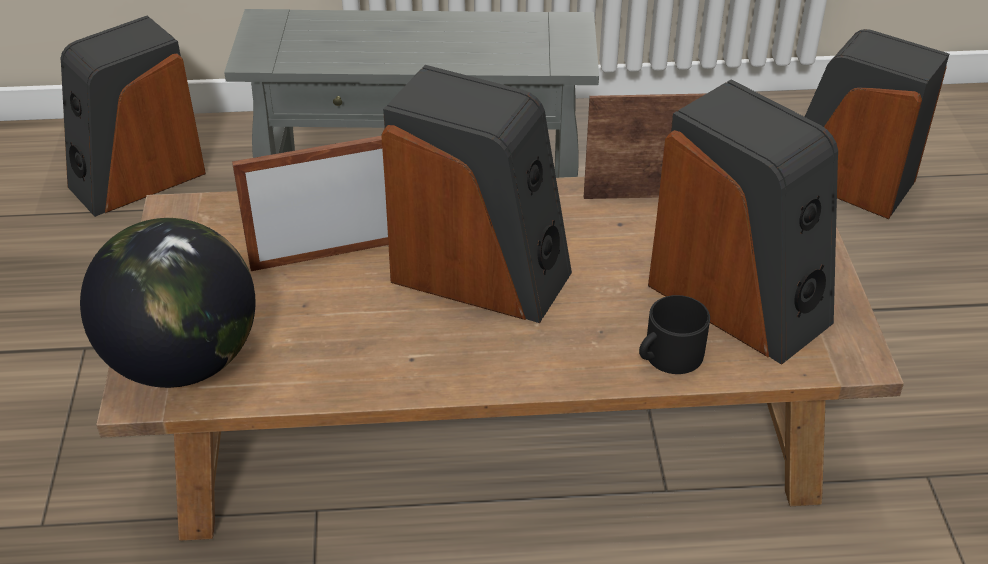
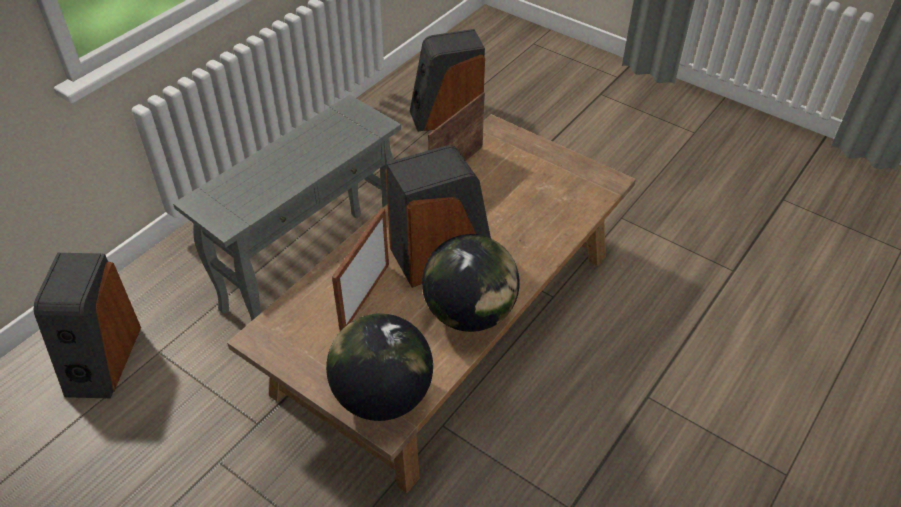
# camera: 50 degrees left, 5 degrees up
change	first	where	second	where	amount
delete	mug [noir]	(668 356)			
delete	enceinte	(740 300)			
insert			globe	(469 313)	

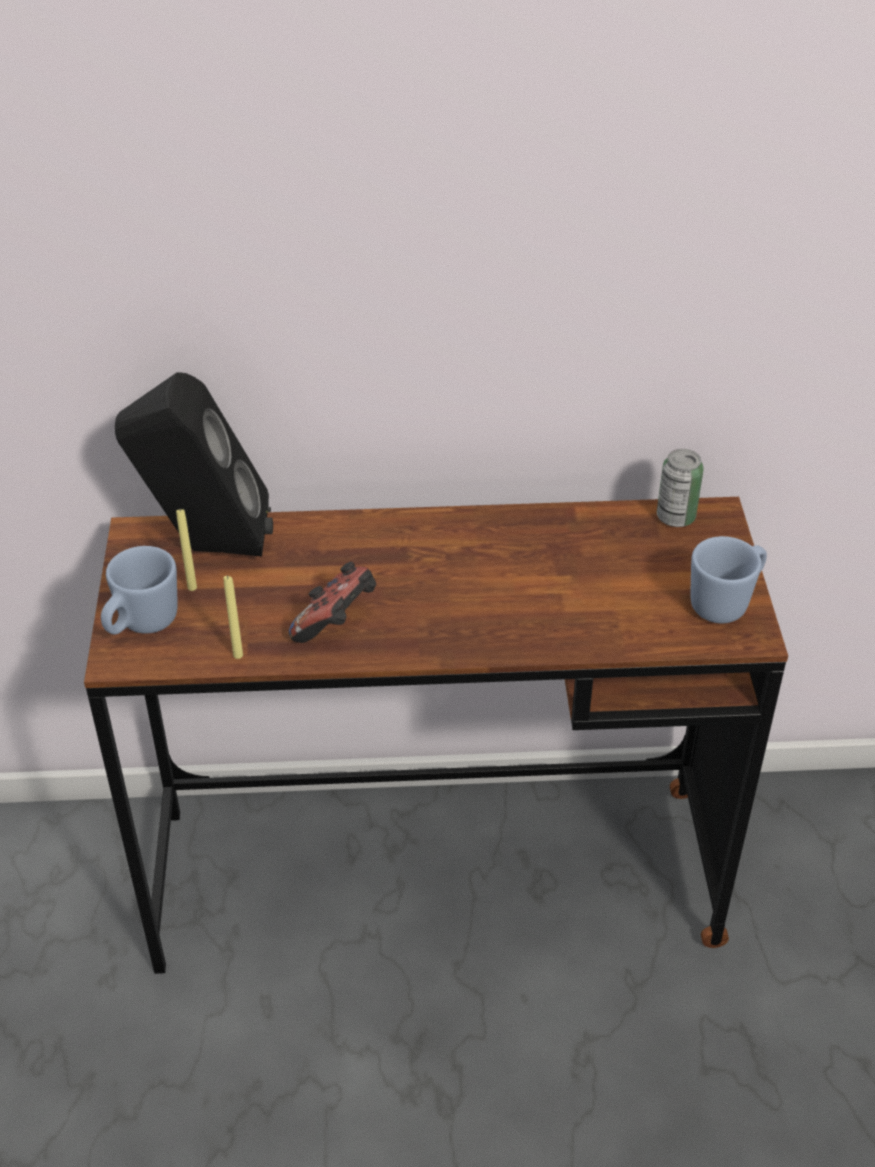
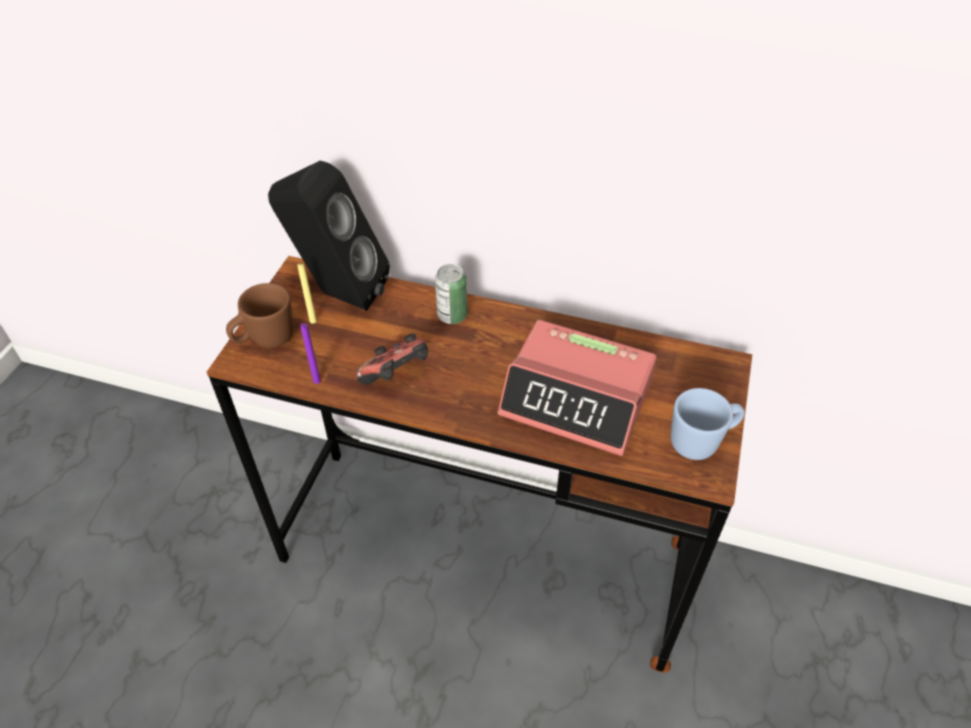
# camera: 20 degrees right, 5 degrees up
change	first	where	second	where	amount
recolor	mug [bleu]	(141 625)	mug [marron]	(265 340)	
recolor	bougie [jaune]	(238 655)	bougie [violet]	(316 381)	
move	boîte métallique	(675 517)		(452 315)	
insert			réveil	(577 399)	

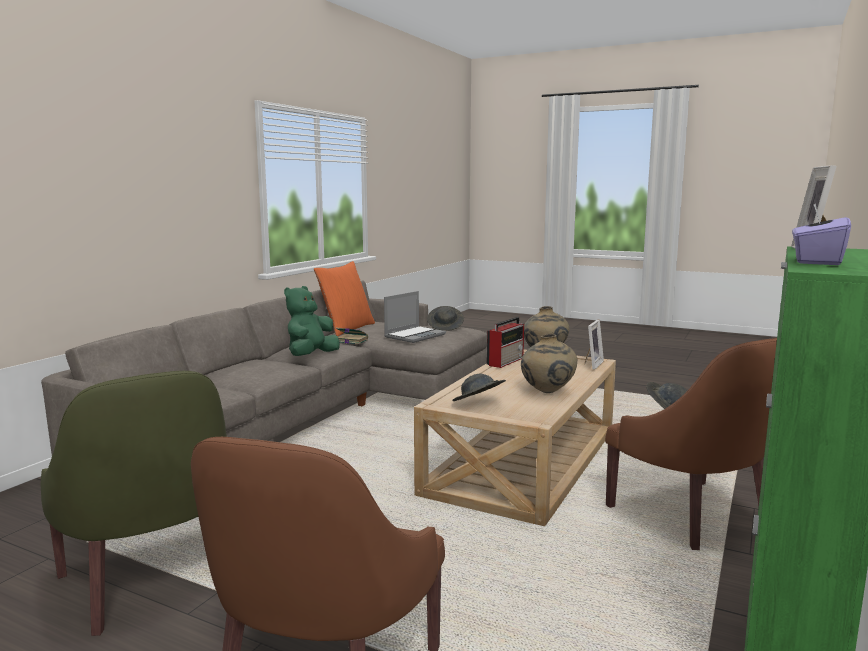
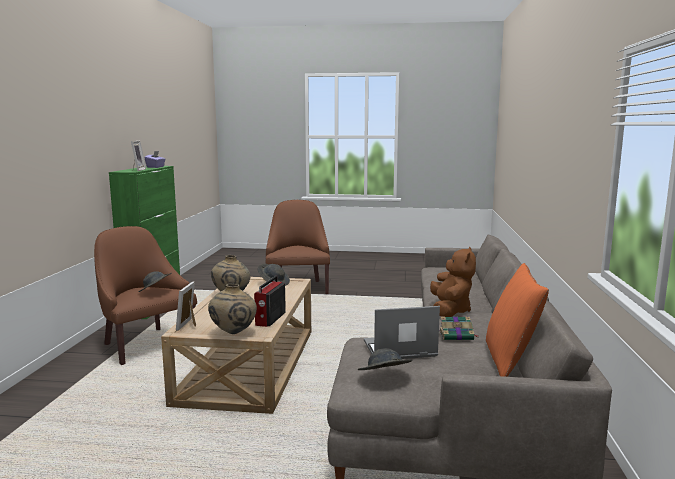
# camera: 160 degrees right, 0 degrees up
change	first	where	second	where	amount
delete	fauteuil [vert]	(152 582)			
recolor	peluche [vert]	(311 356)	peluche [marron]	(450 311)	
rotate	ordinateur portable	(415 335)		(399 350)	60 degrees clockwise

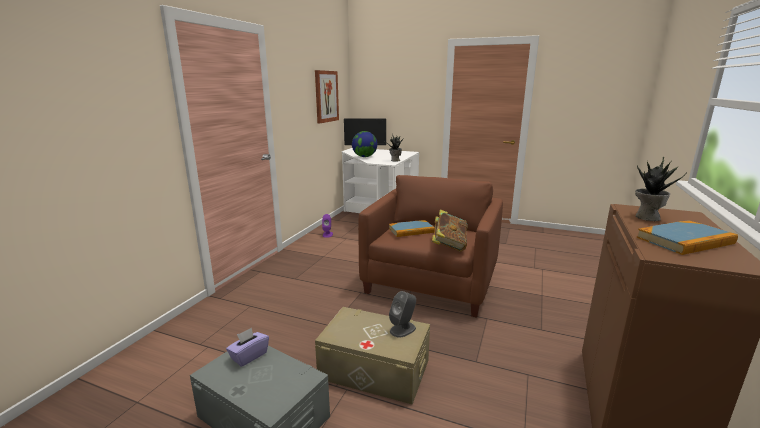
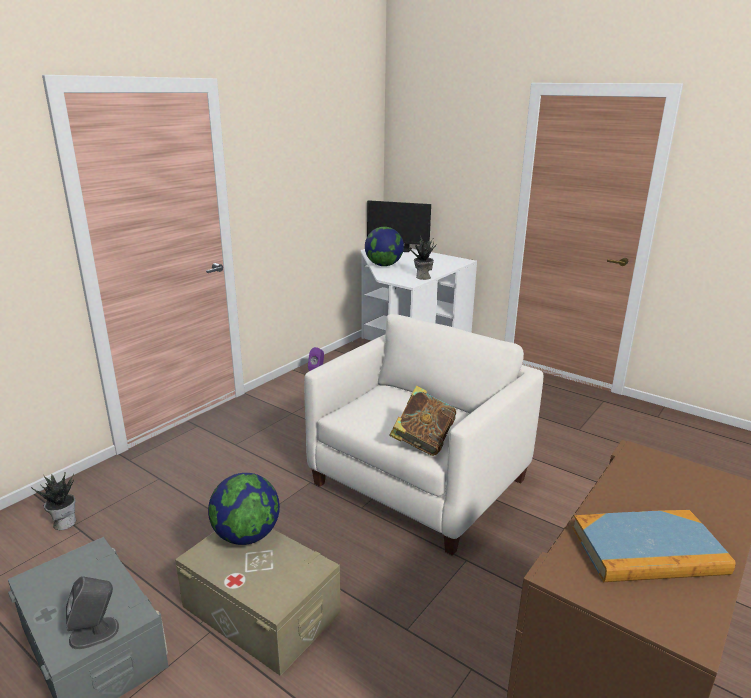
# camera: 15 degrees right, 5 degrees up
change	first	where	second	where	amount
delete	boîte à mouchoirs [violet]	(249 356)			
delete	tableau	(326 96)			
recolor	fauteuil [marron]	(430 282)	fauteuil [blanc]	(418 482)	
delete	livre	(411 230)			
move	enceinte [gris]	(403 329)		(95 633)	
move	plante en pot	(646 217)		(64 522)	
insert			globe	(246 535)	

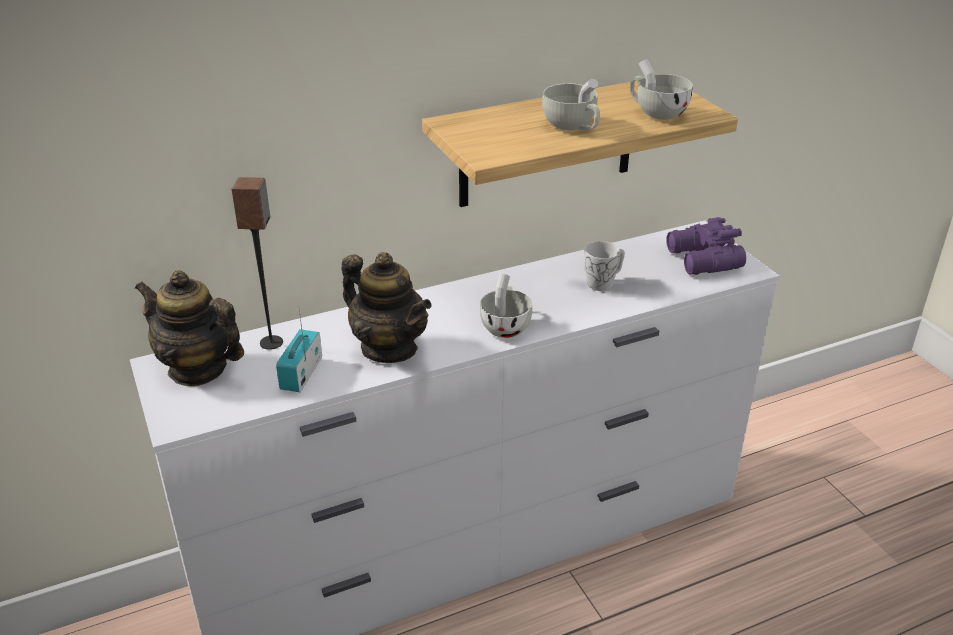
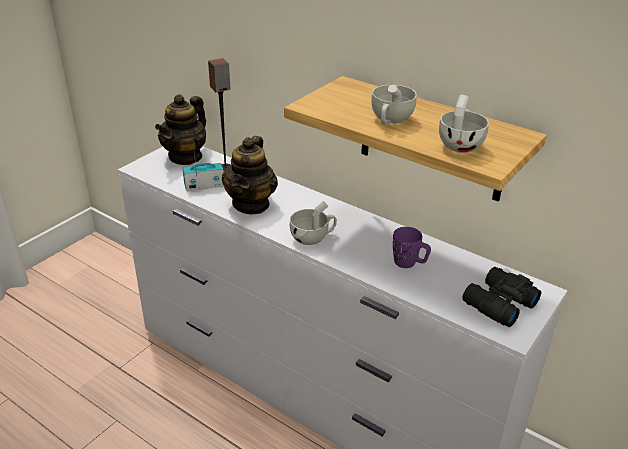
# camera: 60 degrees right, 0 degrees up
change	first	where	second	where	amount
rotate	théière	(198 369)		(185 157)	150 degrees counterclockwise
recolor	mug [blanc]	(604 282)	mug [violet]	(409 263)	
recolor	jumelles [violet]	(702 260)	jumelles [noir]	(497 304)	

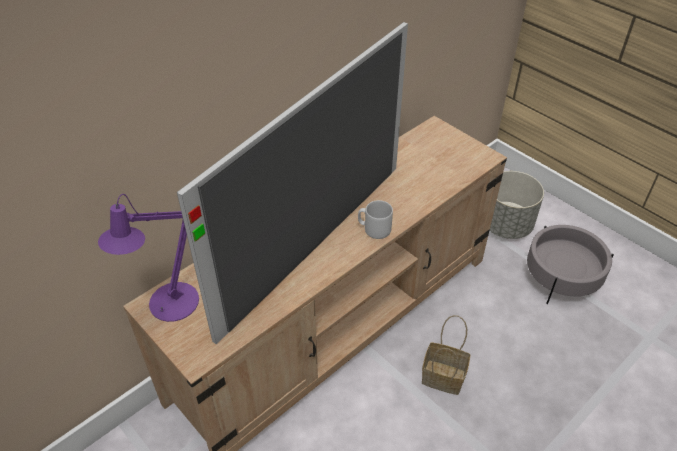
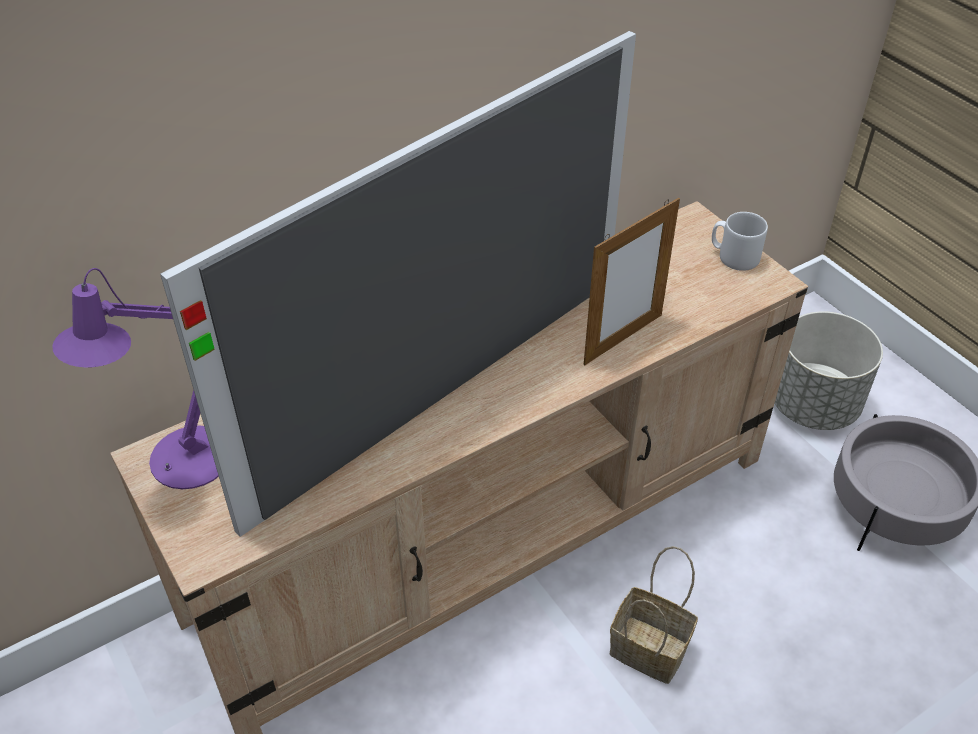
# camera: 10 degrees right, 0 degrees up
change	first	where	second	where	amount
move	mug [gris]	(374 229)		(733 257)	
insert			cadre photo	(623 339)	

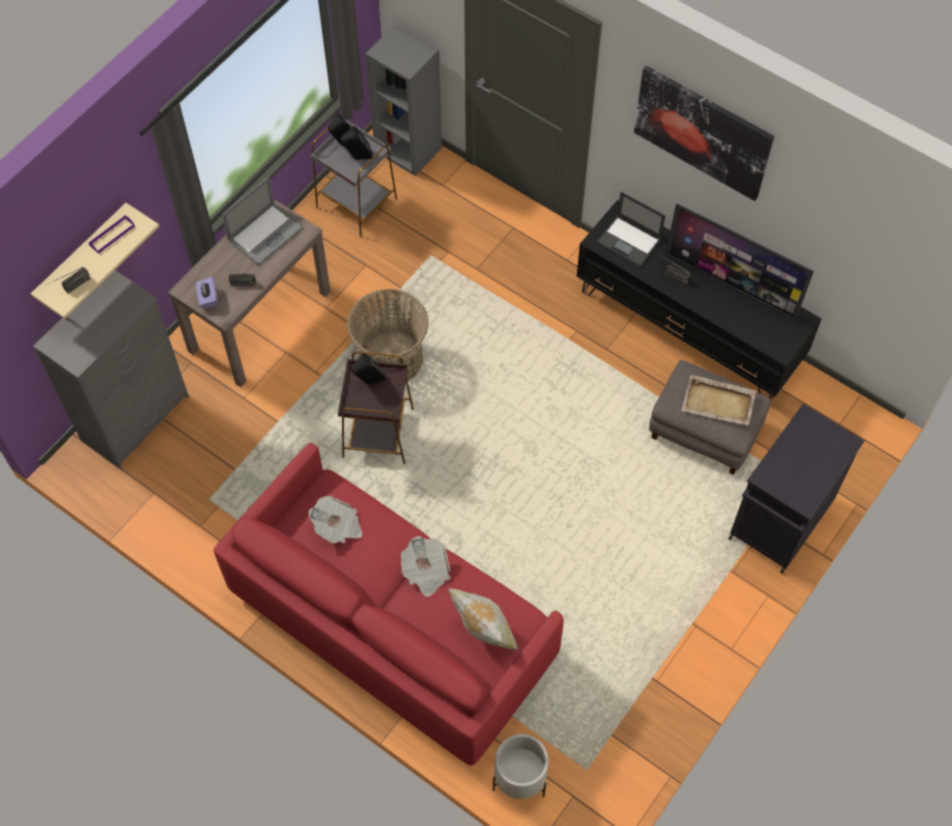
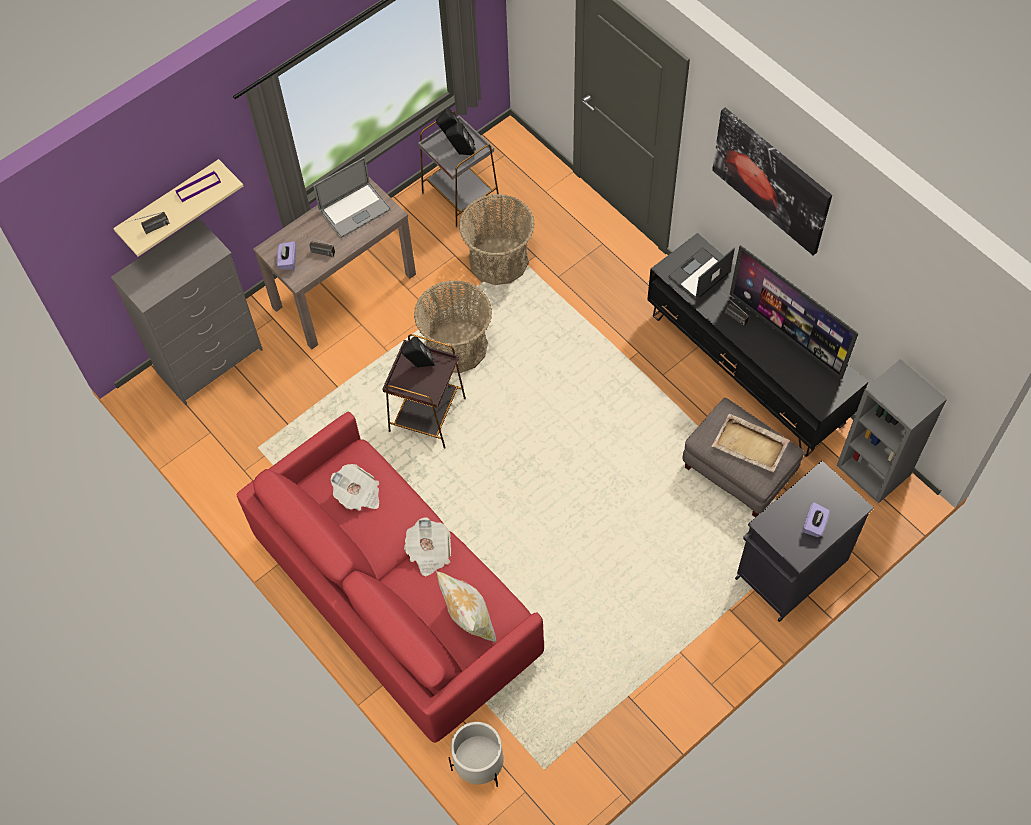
# camera: 15 degrees right, 0 degrees up
change	first	where	second	where	amount
move	bibliothèque [gris]	(409 149)		(874 470)	
rotate	ordinateur portable	(629 241)		(699 275)	90 degrees clockwise
insert			panier	(498 260)	
insert			boîte à mouchoirs [violet]	(814 525)	

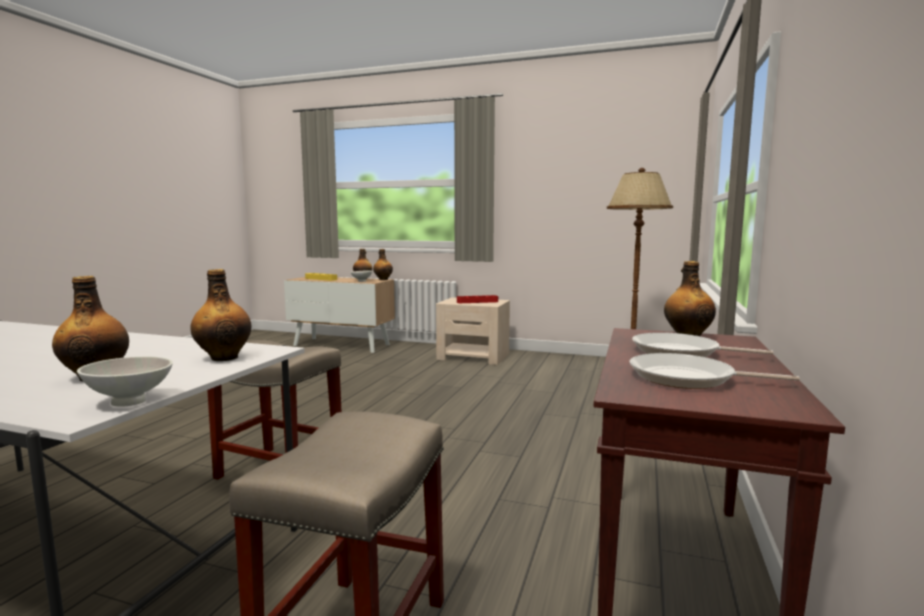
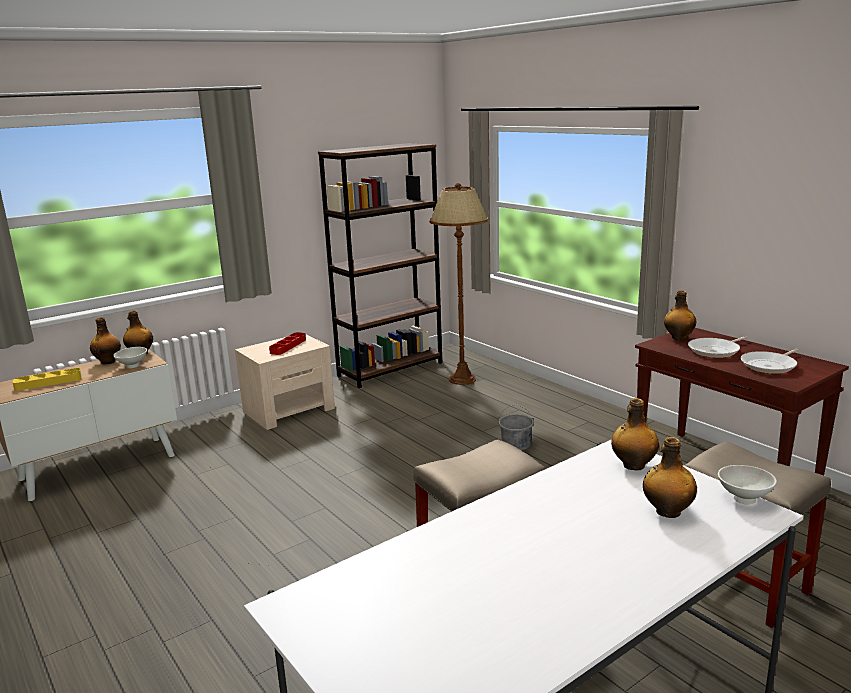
# camera: 55 degrees left, 10 degrees up
change	first	where	second	where	amount
insert			bibliothèque [marron]	(390 369)	
insert			seau [gris]	(516 444)	

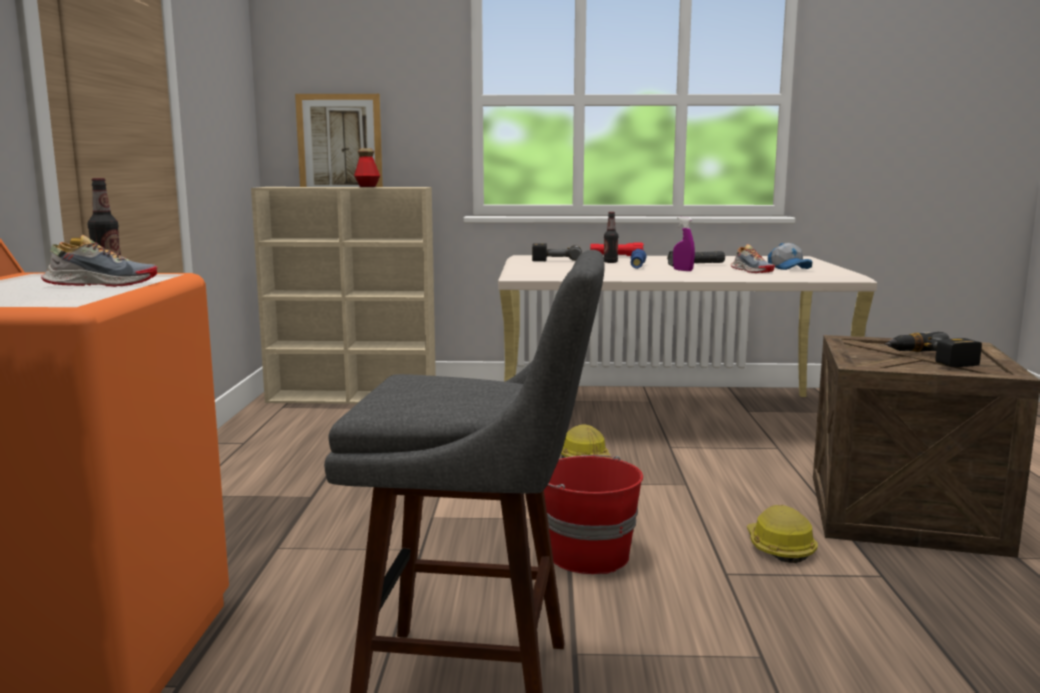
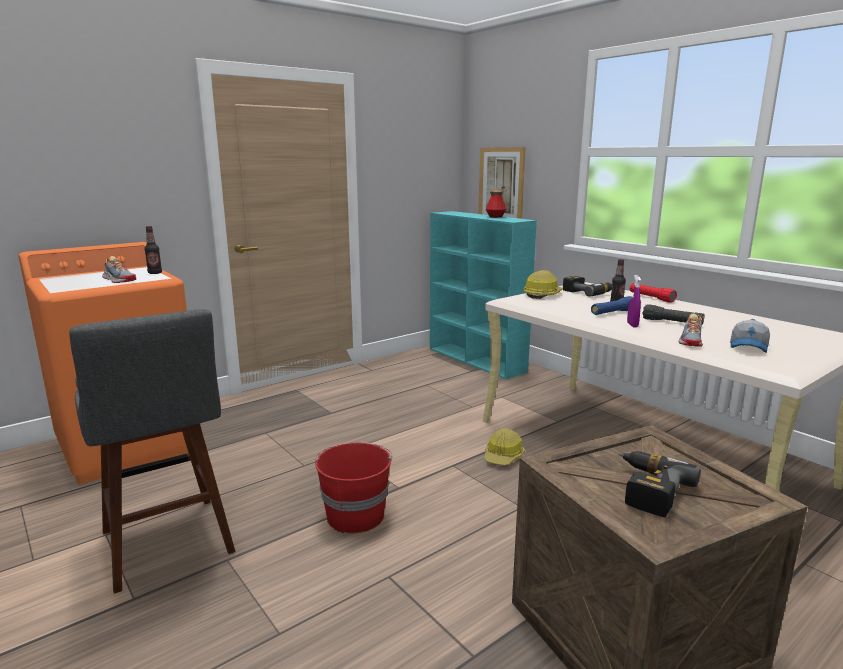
# camera: 50 degrees right, 5 degrees up
change	first	where	second	where	amount
recolor	bibliothèque [beige]	(354 397)	bibliothèque [turquoise]	(477 360)	
move	casque de chantier	(779 547)		(542 295)	

